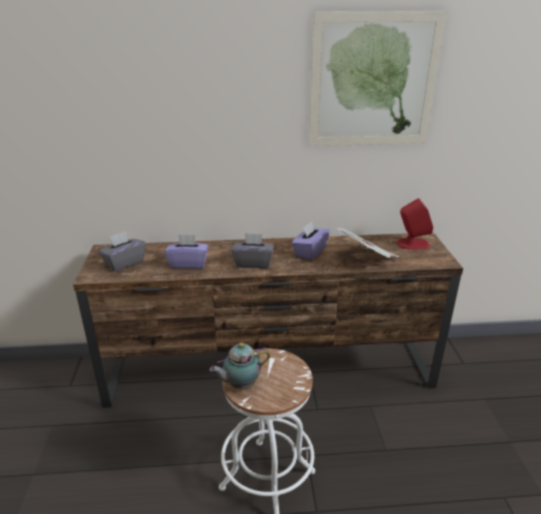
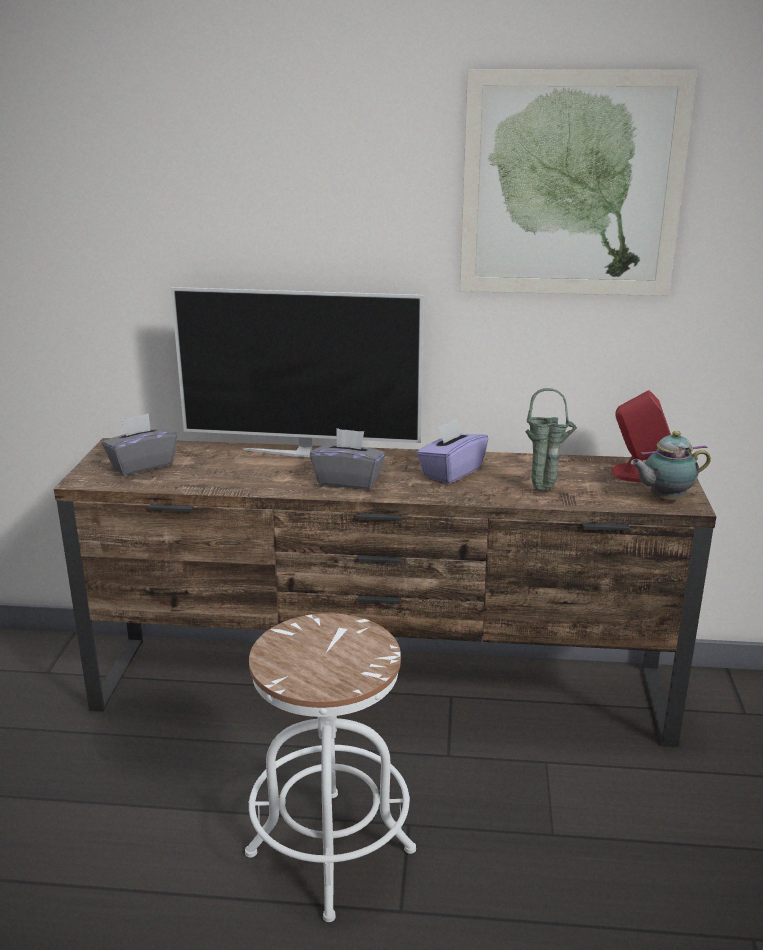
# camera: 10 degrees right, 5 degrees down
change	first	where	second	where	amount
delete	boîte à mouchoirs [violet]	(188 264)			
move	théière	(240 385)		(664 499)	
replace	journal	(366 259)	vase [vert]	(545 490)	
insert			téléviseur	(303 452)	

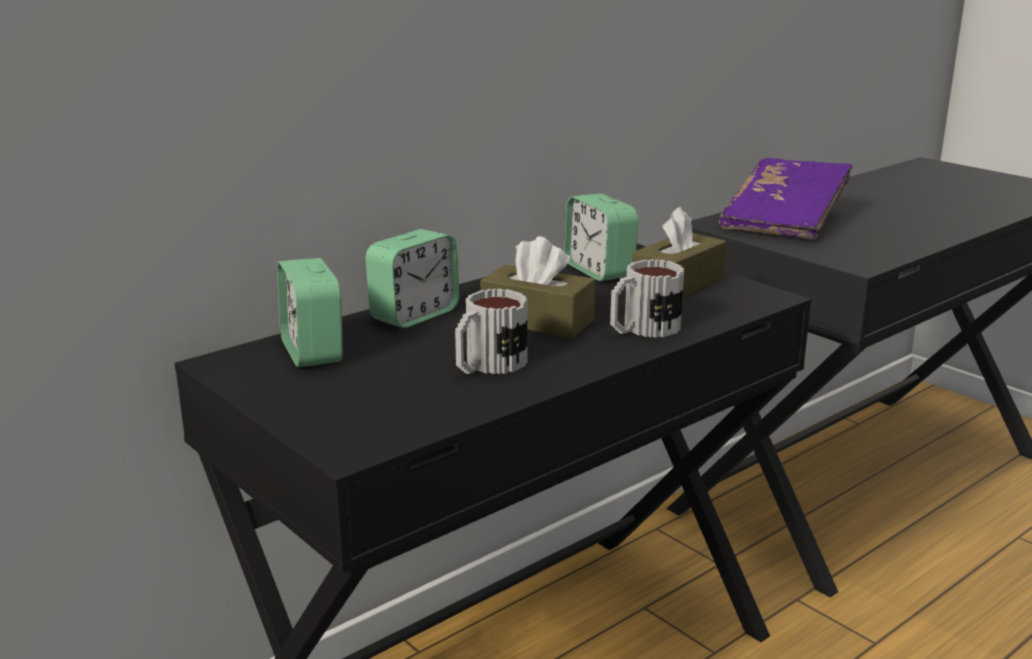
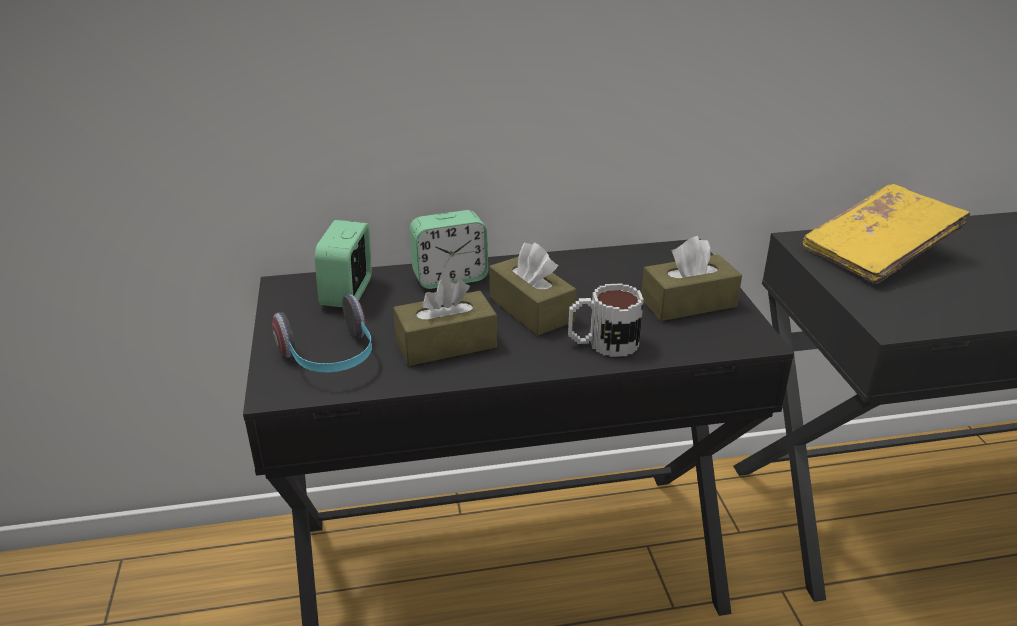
# camera: 30 degrees right, 10 degrees up
change	first	where	second	where	amount
replace	mug	(487 366)	boîte à mouchoirs [marron]	(446 344)	
delete	réveil	(599 271)			
recolor	livre [violet]	(785 221)	livre [jaune]	(878 253)	
insert			casque audio	(331 358)	

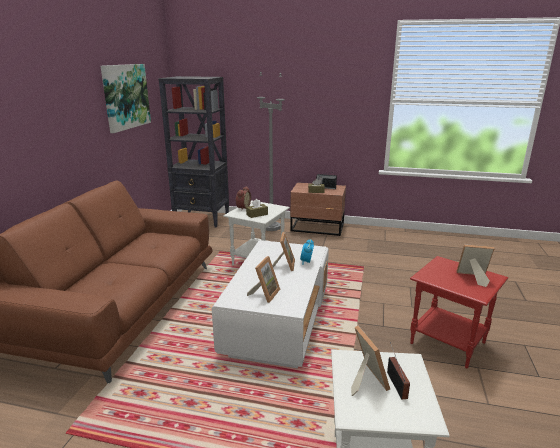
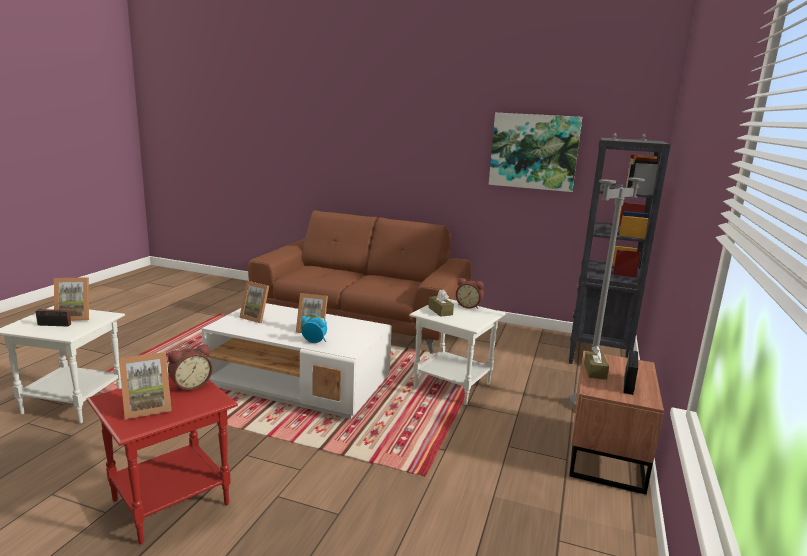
# camera: 95 degrees right, 5 degrees down
change	first	where	second	where	amount
rotate	cadre photo	(472 278)		(147 407)	45 degrees clockwise
insert			réveil	(190 385)	

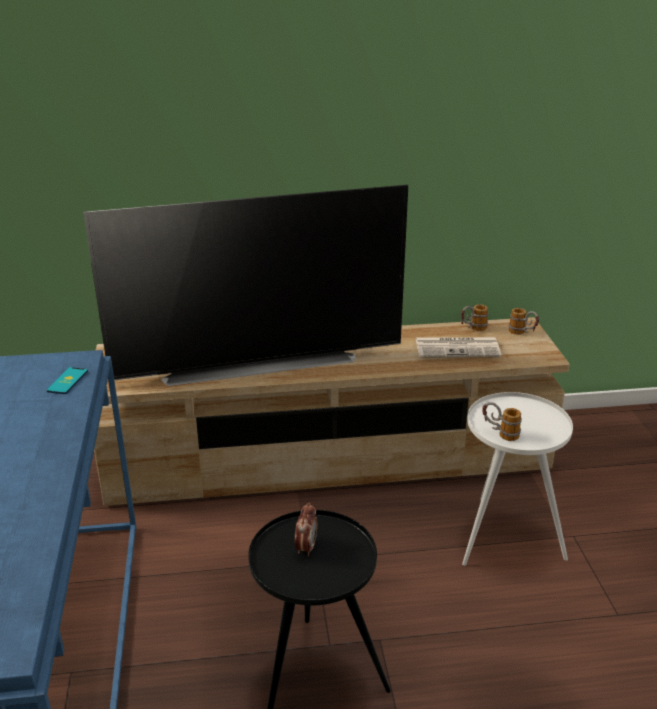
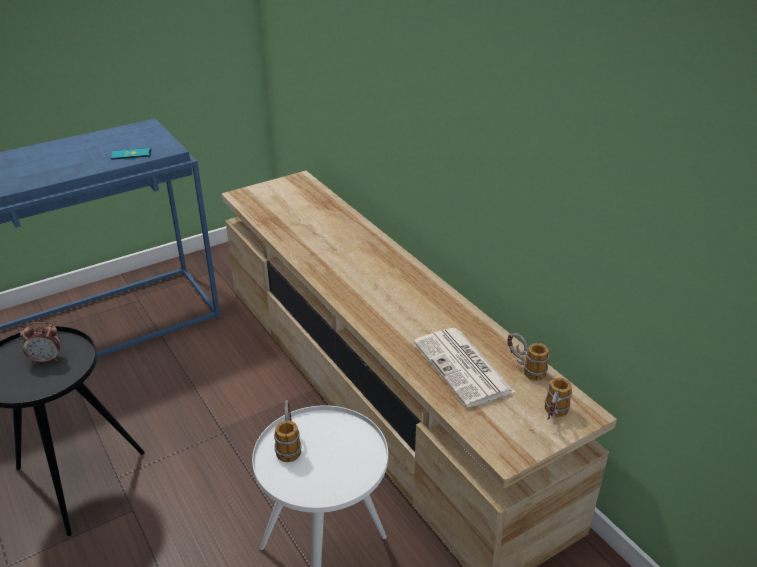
# camera: 65 degrees right, 5 degrees up
change	first	where	second	where	amount
delete	téléviseur	(258 361)			

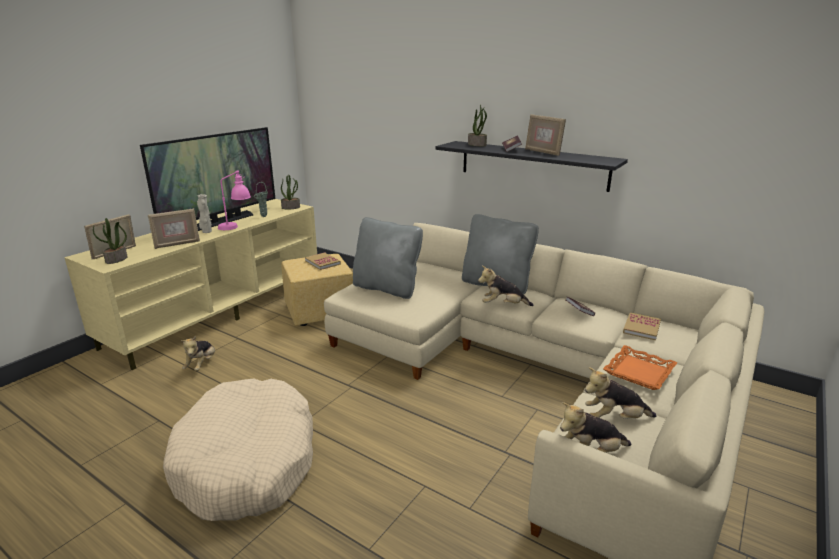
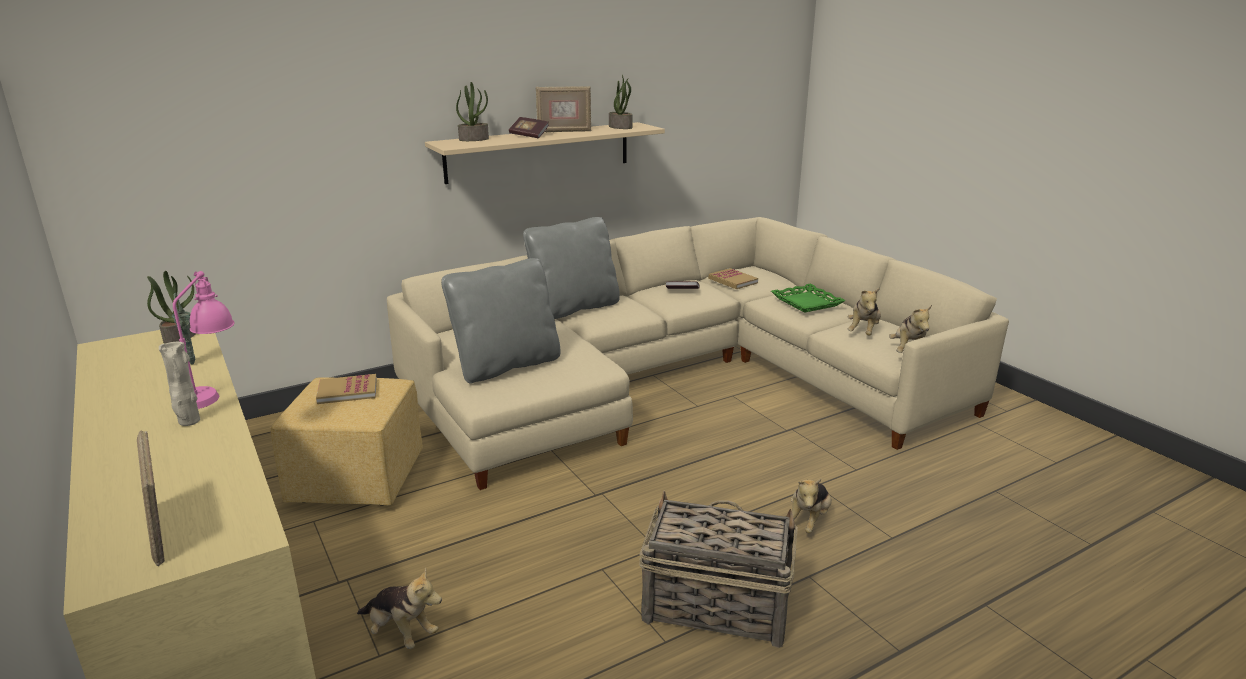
# camera: 65 degrees left, 0 degrees up
change	first	where	second	where	amount
move	plante en pot	(116 260)		(621 127)	
delete	téléviseur	(221 221)			
delete	cadre photo	(177 244)			
replace	panier pour chien [beige]	(247 462)	panier	(714 605)	
recolor	étagère [noir]	(532 165)	étagère [beige]	(539 152)	
move	peluche	(503 305)		(808 521)	
recolor	plateau [orange]	(638 372)	plateau [vert]	(806 302)	

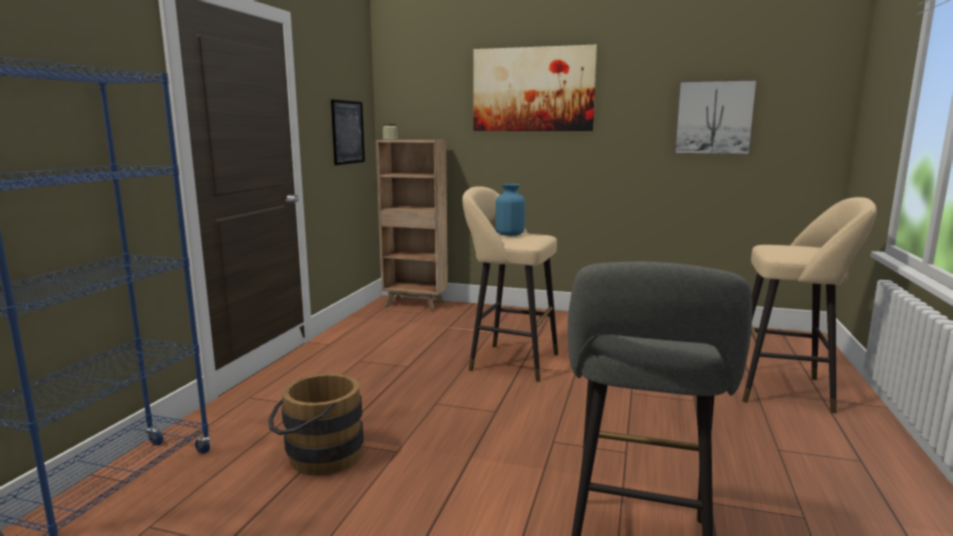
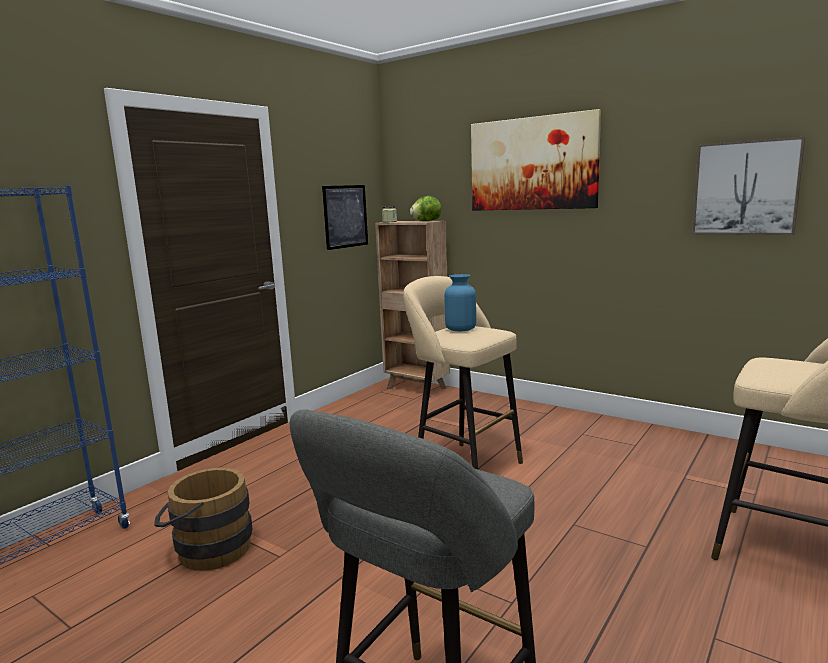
# camera: 20 degrees right, 0 degrees up
change	first	where	second	where	amount
insert			laitue	(426 221)	

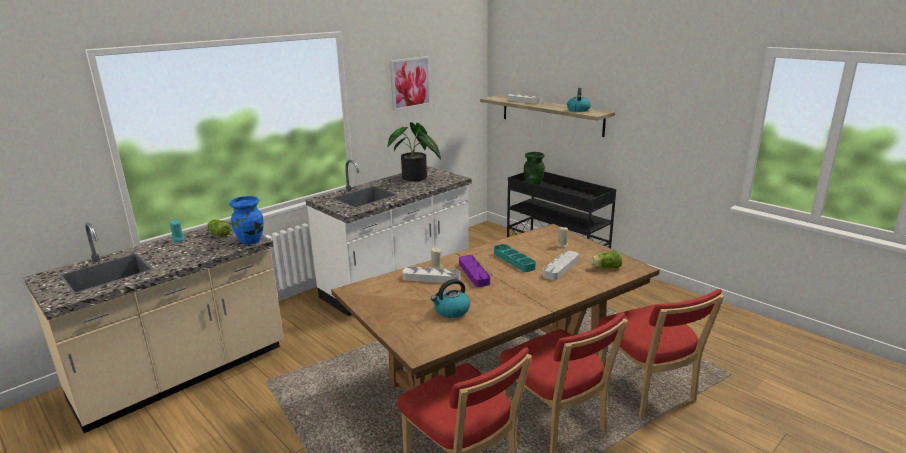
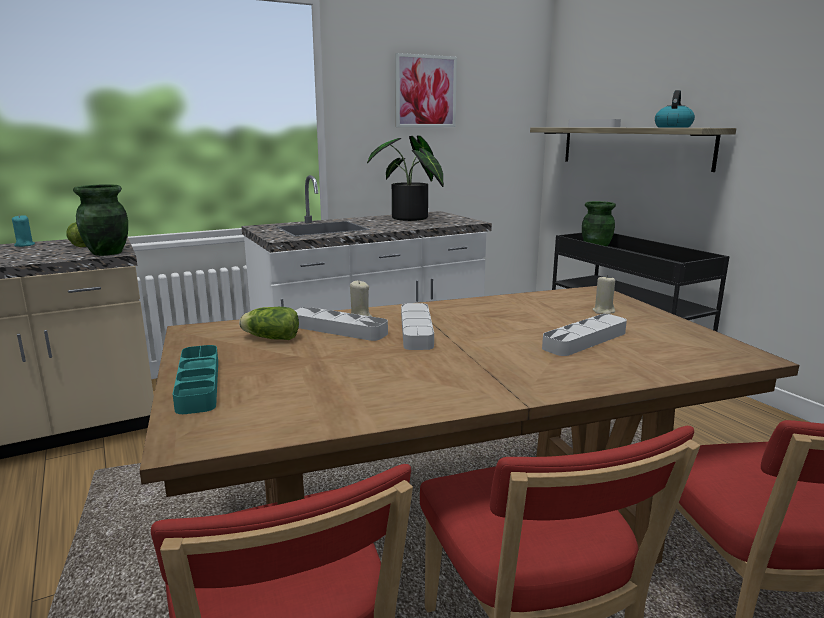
# camera: 15 degrees right, 5 degrees down
change	first	where	second	where	amount
recolor	vase [bleu]	(251 241)	vase [vert]	(107 253)	
delete	bouilloire	(451 311)			
recolor	plateau [violet]	(474 273)	plateau [gris]	(416 331)	
move	plateau [turquoise]	(514 260)		(198 384)	
move	laitue	(605 267)		(269 338)	

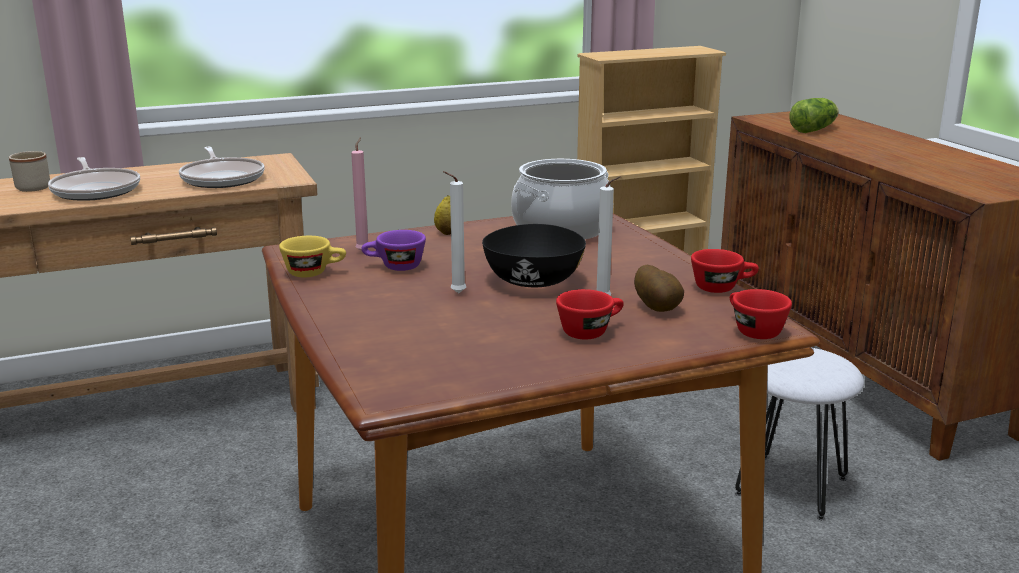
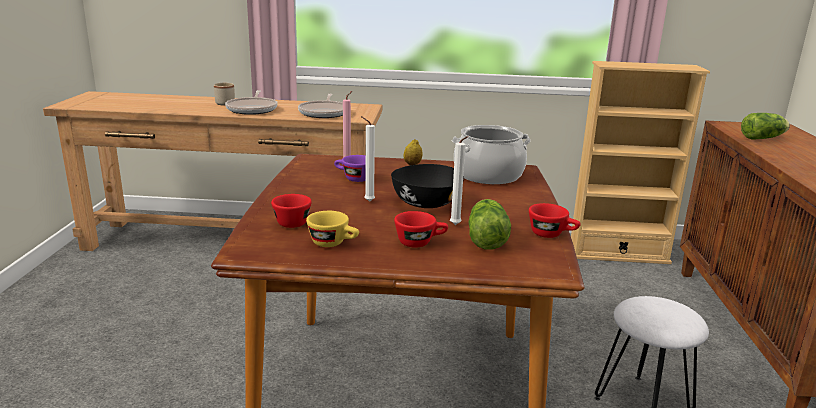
# camera: 25 degrees right, 0 degrees up
change	first	where	second	where	amount
move	tasse [jaune]	(314 272)		(334 243)	
replace	pomme de terre	(658 308)	laitue	(486 238)	
move	tasse [rouge]	(752 330)		(292 221)	

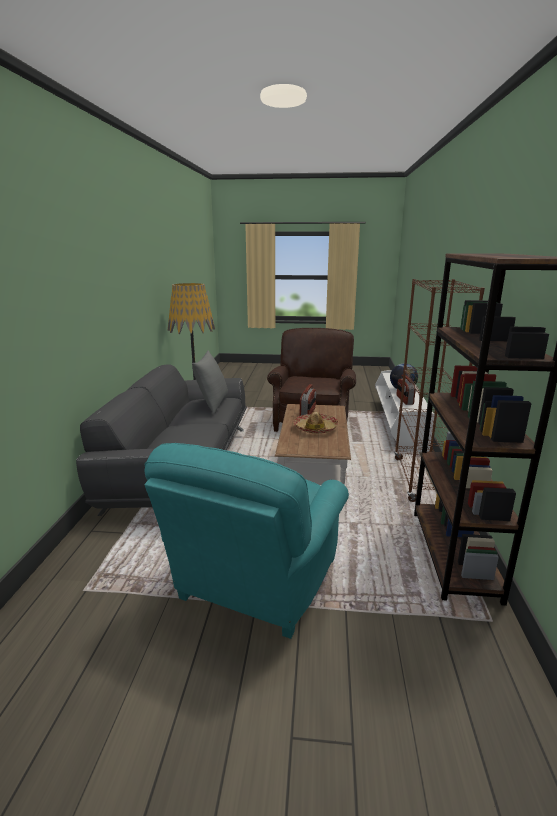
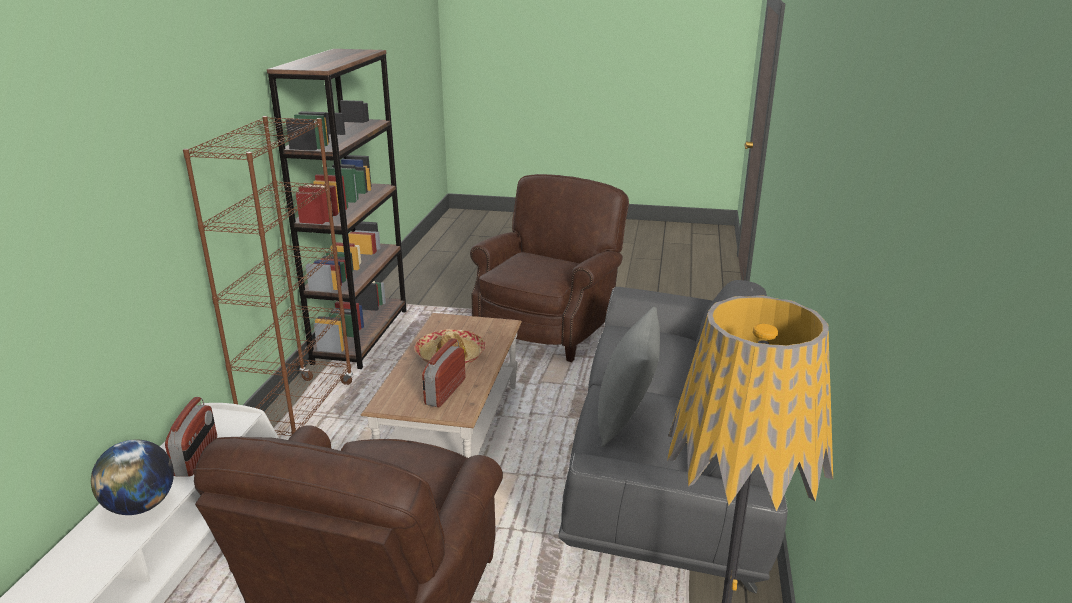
# camera: 175 degrees left, 5 degrees up
change	first	where	second	where	amount
recolor	fauteuil [turquoise]	(255 583)	fauteuil [marron]	(549 326)	

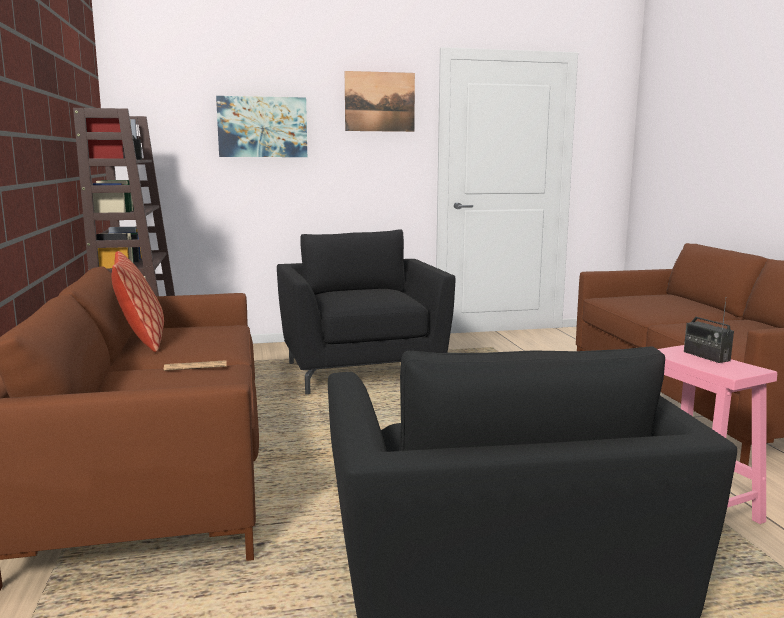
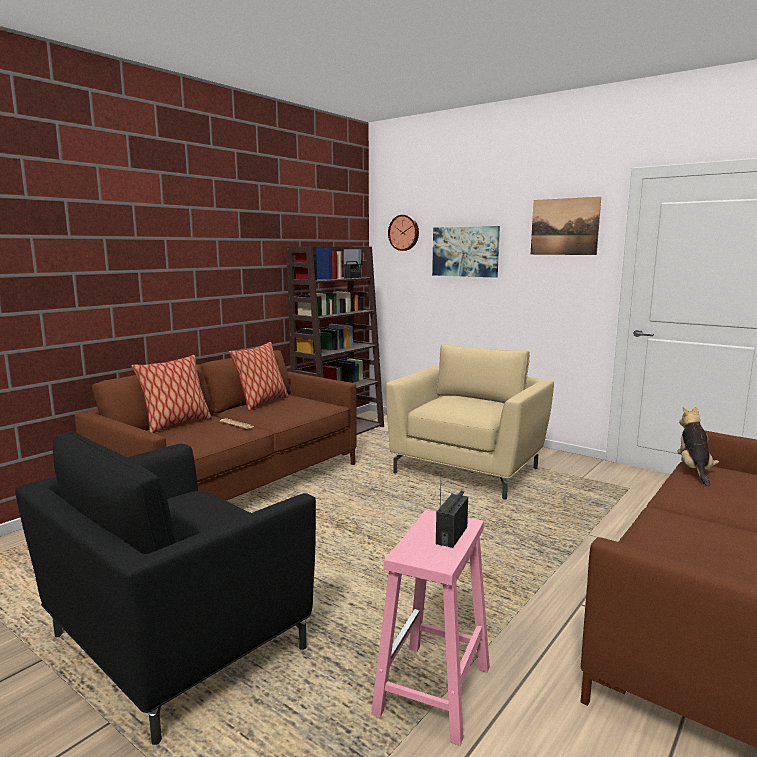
# camera: 50 degrees right, 0 degrees up
change	first	where	second	where	amount
recolor	fauteuil [noir]	(362 371)	fauteuil [beige]	(468 470)	
insert			coussin	(176 424)	
insert			horloge murale	(404 232)	
insert			peluche	(693 470)	

